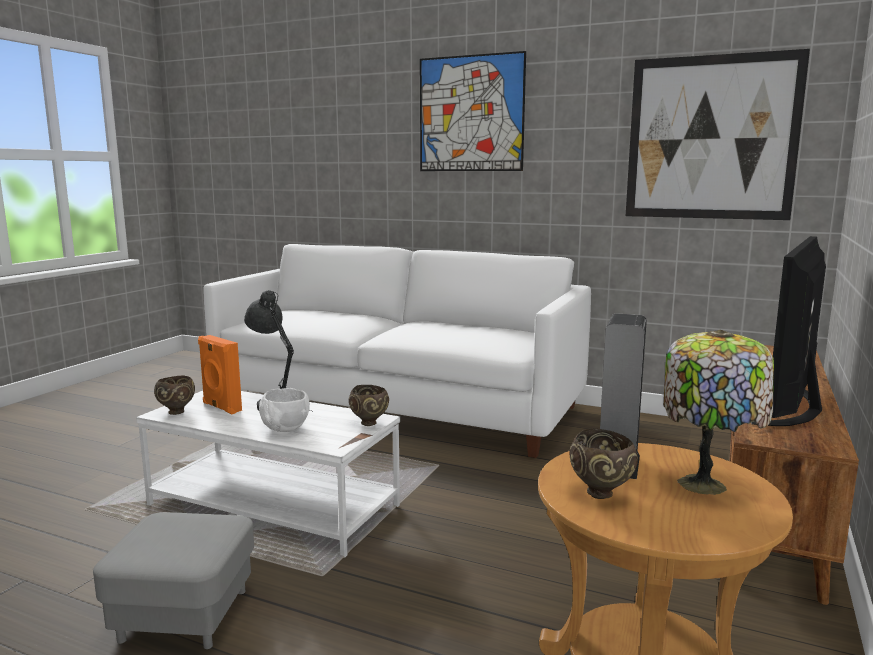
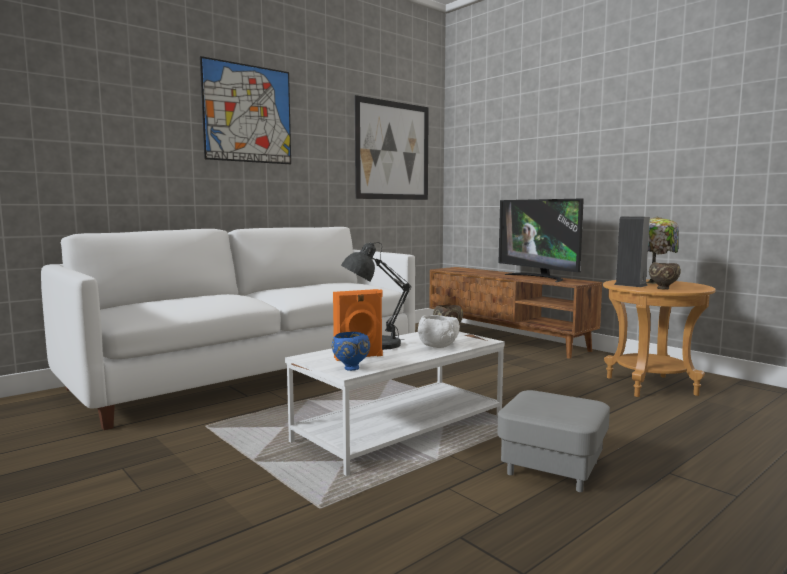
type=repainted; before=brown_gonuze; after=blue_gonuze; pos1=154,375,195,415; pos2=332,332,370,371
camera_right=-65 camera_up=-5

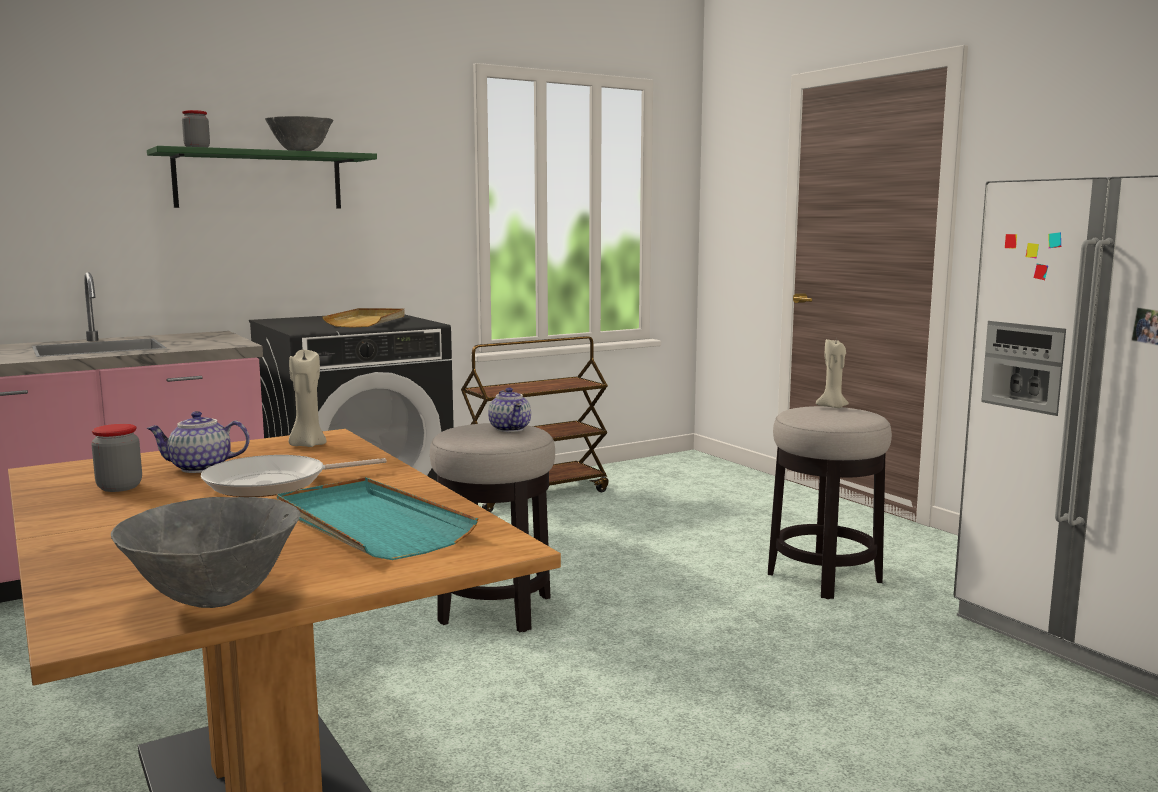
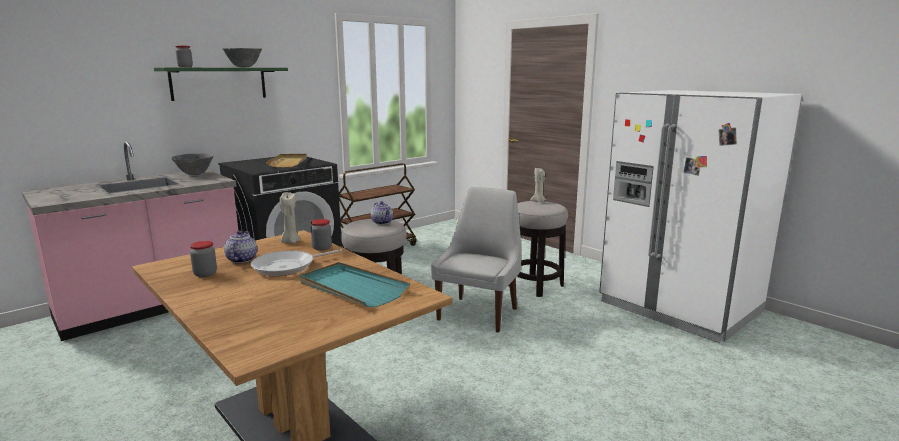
type=shifted; before=grey_gonuze; pos1=111,497,300,608; pos2=171,153,214,175
type=rotated; before=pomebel; pos1=146,411,249,473; pos2=224,231,257,263; turn=105
type=new; after=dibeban; pos2=311,219,332,251
type=new; after=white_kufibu; pos2=431,187,522,333
camera_right=-10 camera_up=5

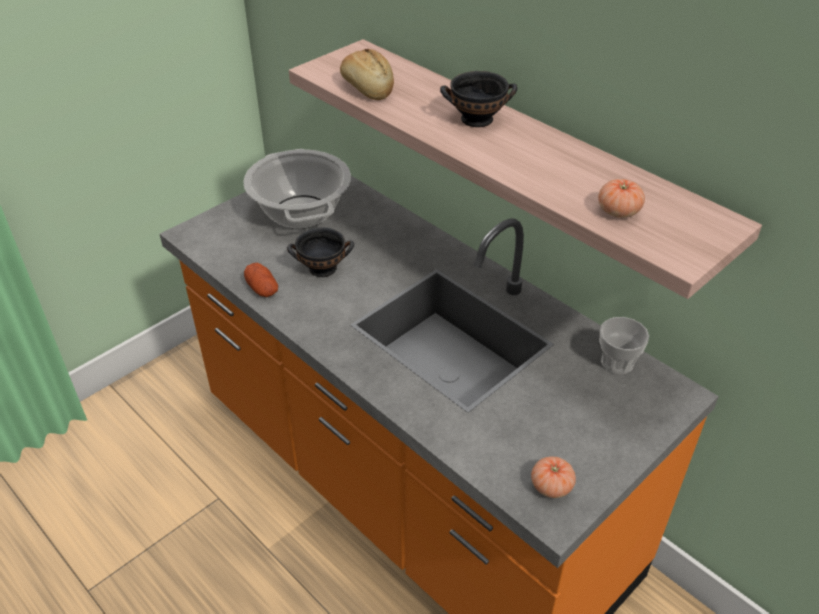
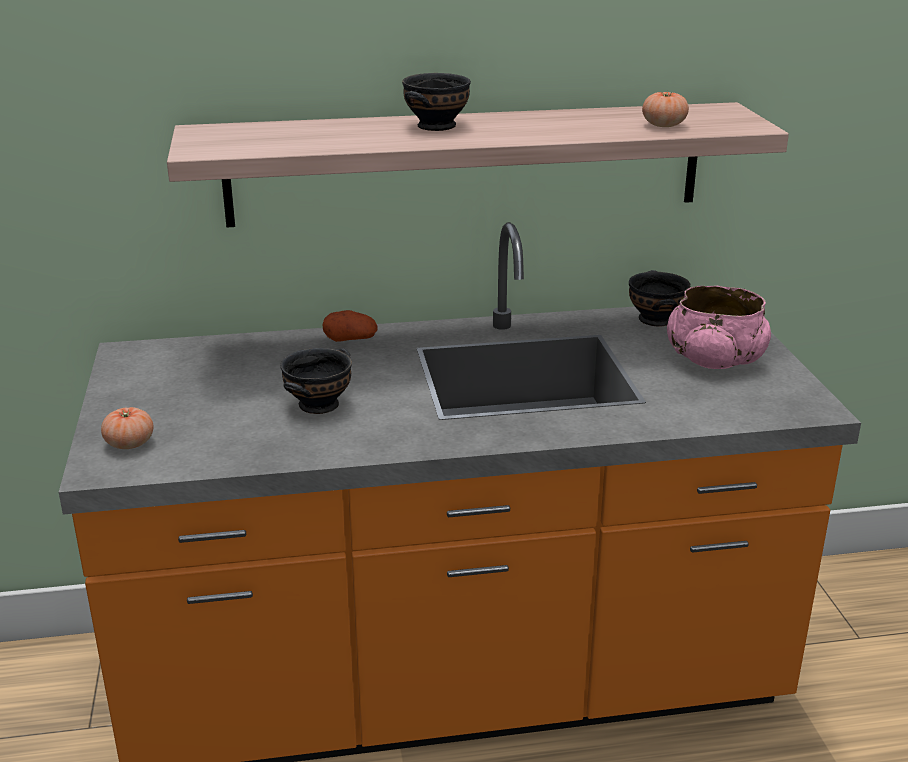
type=gone; before=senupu; pos1=243,149,351,229
type=shifted; before=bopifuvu; pos1=244,263,278,297; pos2=323,310,378,342
type=gone; before=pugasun; pos1=340,49,394,100
type=shifted; before=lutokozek; pos1=531,456,576,498; pos2=101,407,153,449
type=swapped; before=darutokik; after=black_gonuze; pos1=600,317,649,374; pos2=629,270,690,327
type=new; after=pink_gonuze; pos2=667,286,771,369
camera_right=-55 camera_up=-15

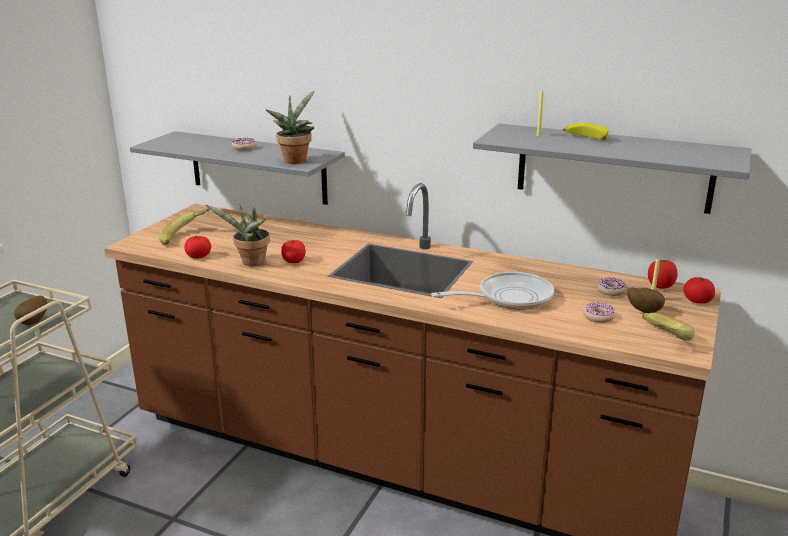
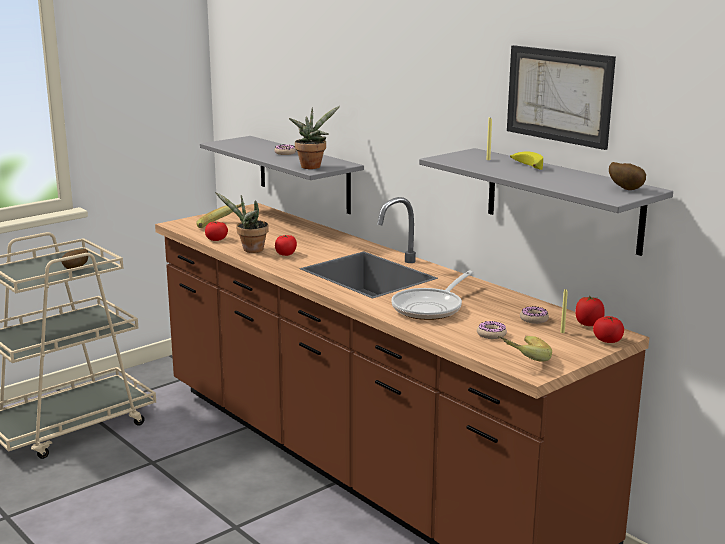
type=rotated; before=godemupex; pos1=431,272,554,310; pos2=391,271,473,320; turn=120
type=shifted; before=bopifuvu; pos1=628,287,665,313; pos2=609,162,646,190
type=new; after=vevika; pos2=507,45,616,150
camera_right=25 camera_up=-5

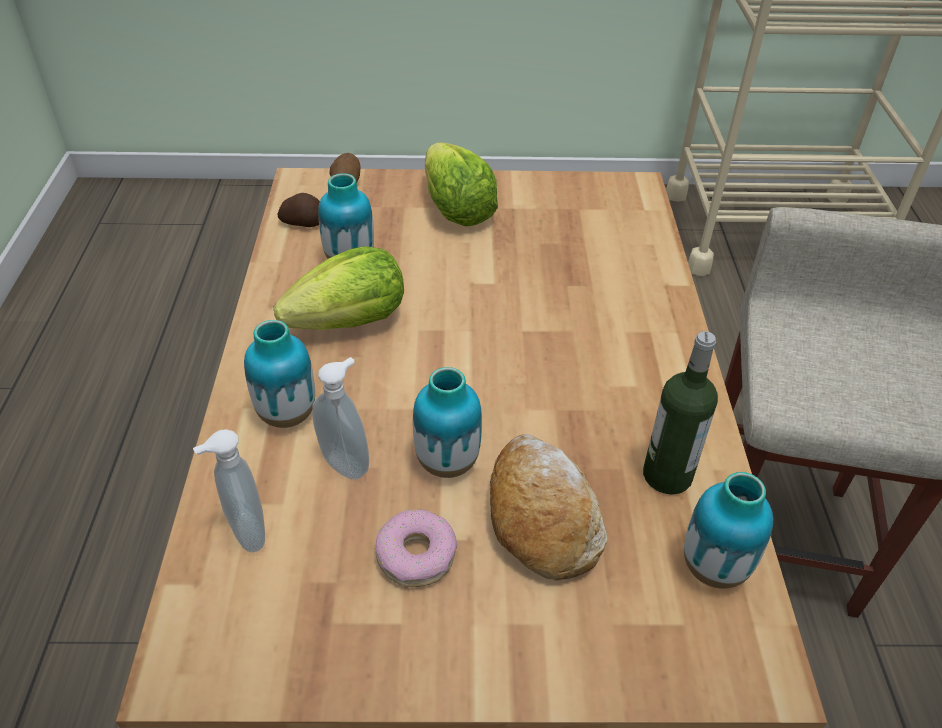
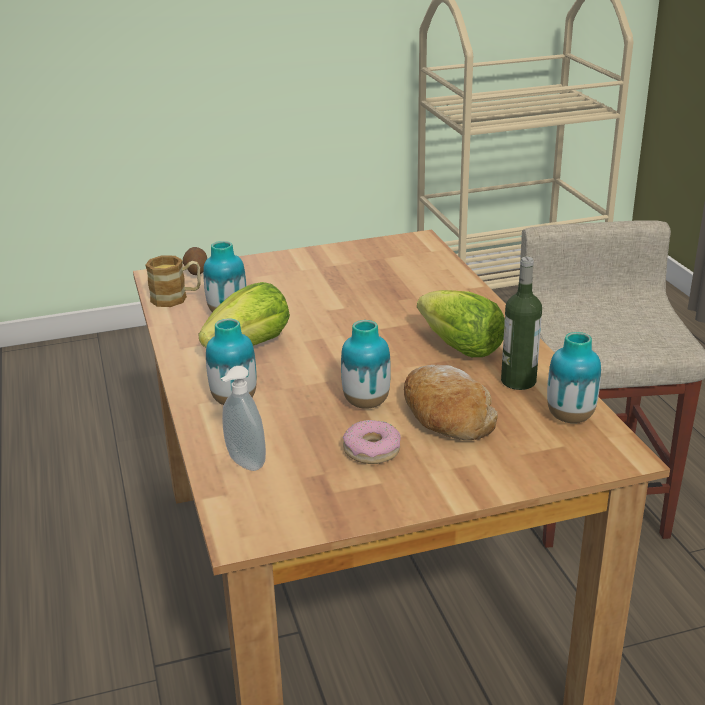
type=swapped; before=bopifuvu; after=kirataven; pos1=277,193,320,227; pos2=146,255,201,307
type=gone; before=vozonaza; pos1=312,357,369,480
type=shifted; before=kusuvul; pos1=425,142,498,226; pos2=417,290,505,357
camera_right=-15 camera_up=-15

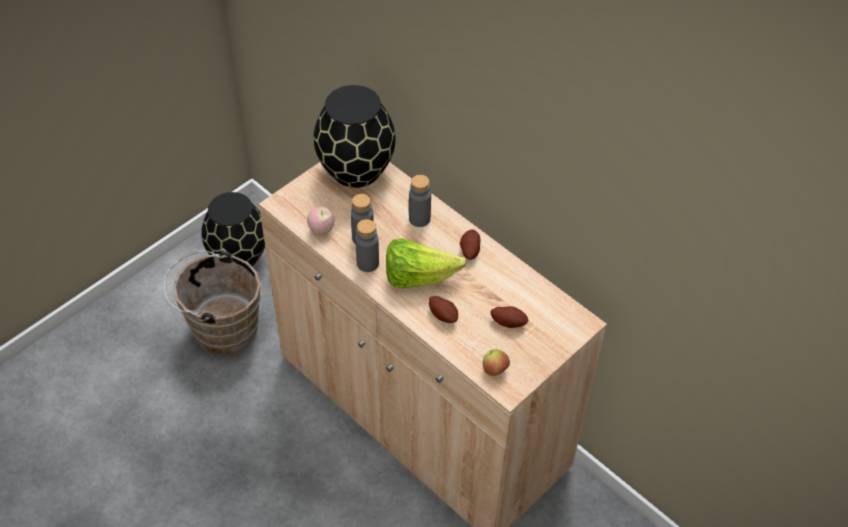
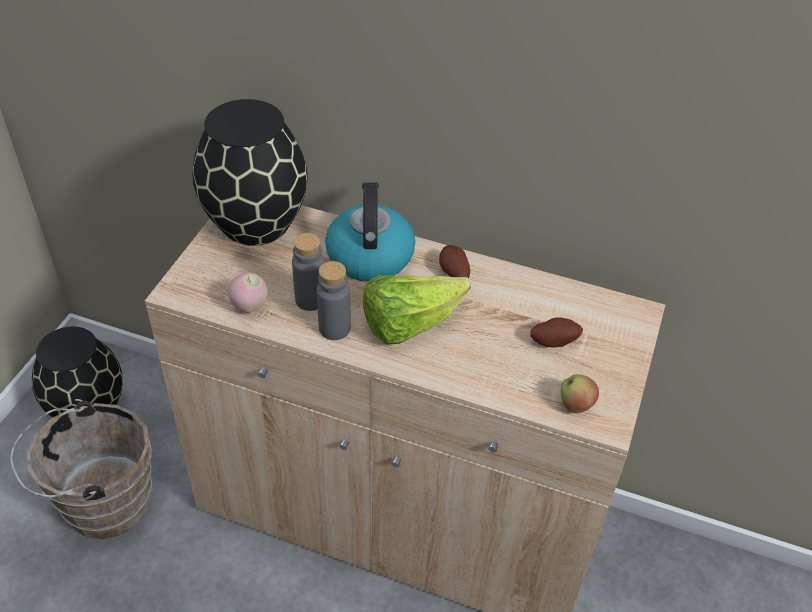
type=swapped; before=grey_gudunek; after=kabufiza; pos1=409,175,431,227; pos2=325,181,415,282
type=gone; before=bopifuvu; pos1=429,296,458,323
camera_right=-25 camera_up=-5

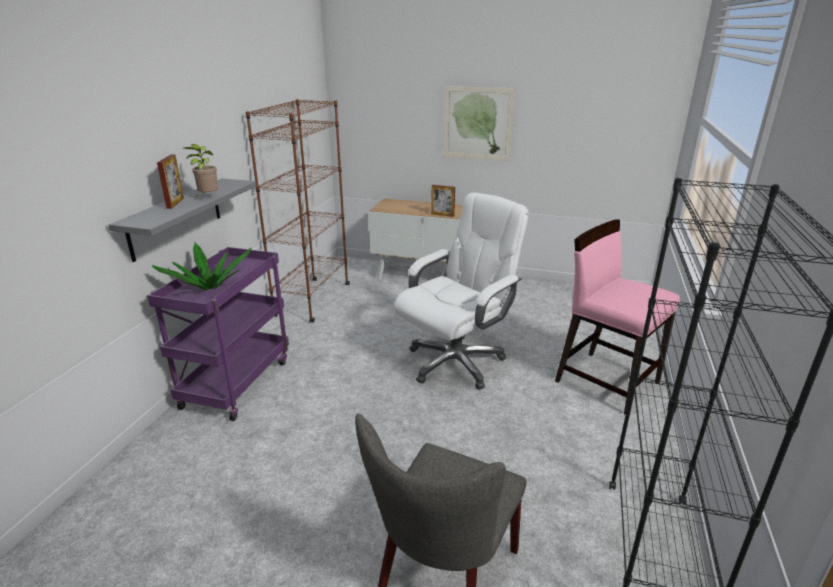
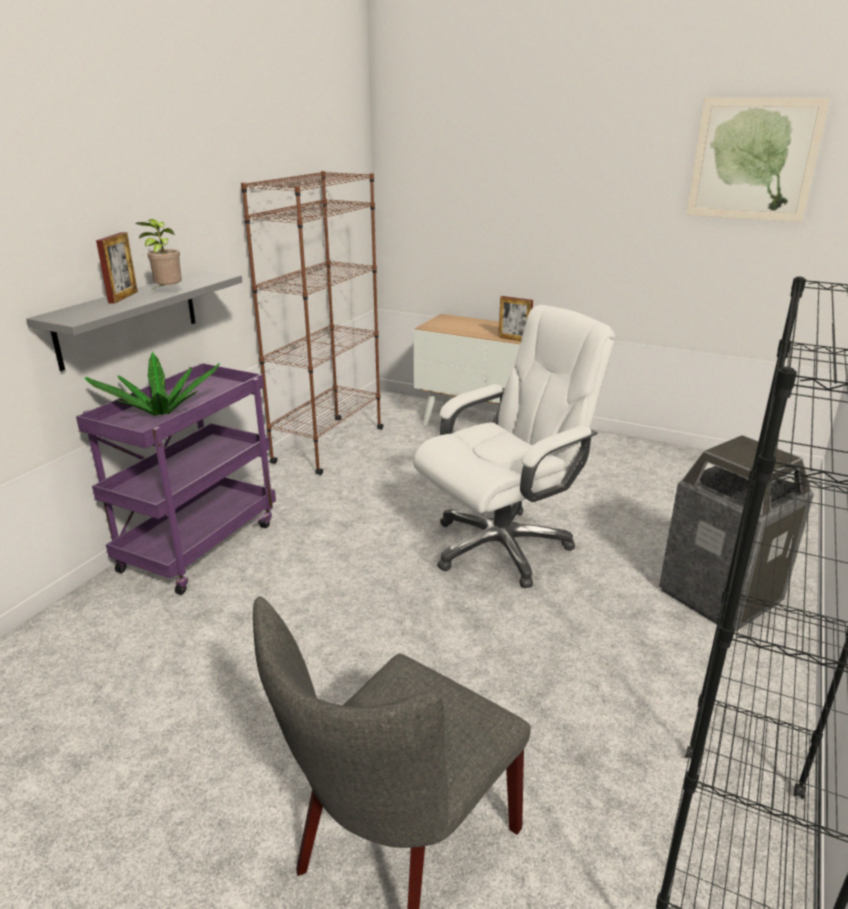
type=shifted; before=vevika; pos1=443,86,515,161; pos2=686,98,830,222
type=swapped; before=pink_kufibu; after=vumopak; pos1=555,219,680,415; pos2=659,435,814,632
camera_right=10 camera_up=0

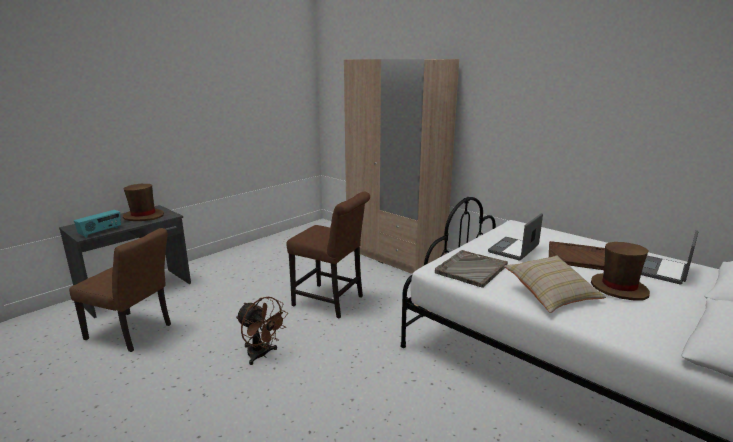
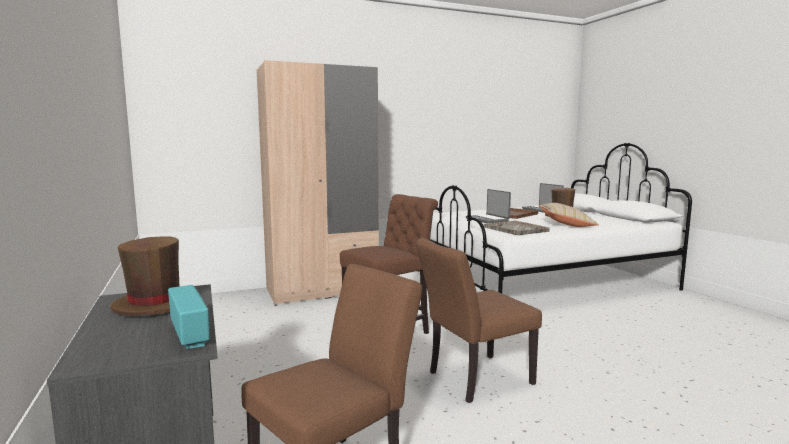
type=swapped; before=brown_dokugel; after=brown_kufibu; pos1=236,297,288,365; pos2=416,238,542,403
camera_right=-65 camera_up=-10

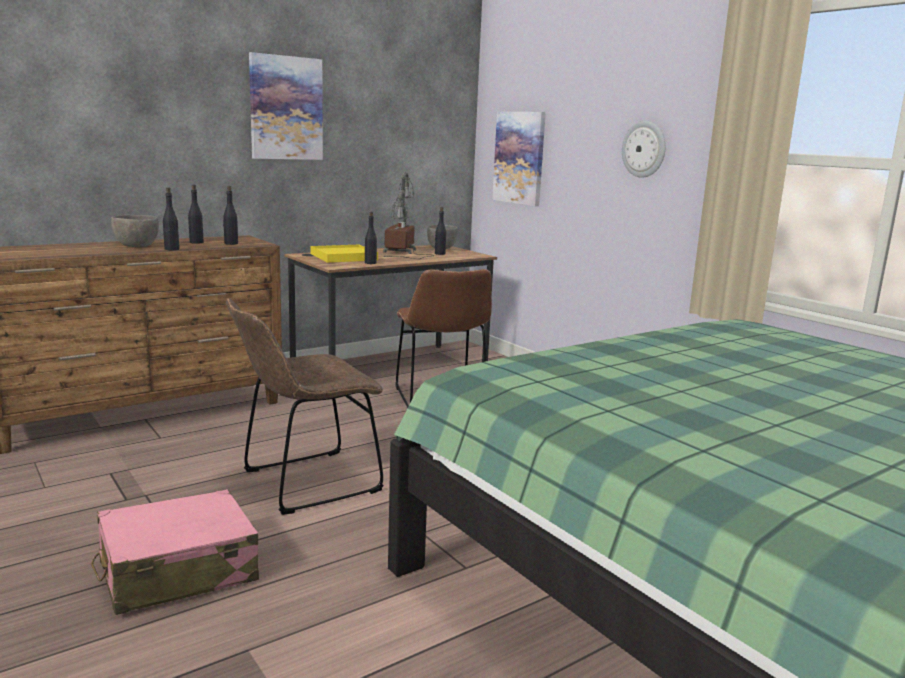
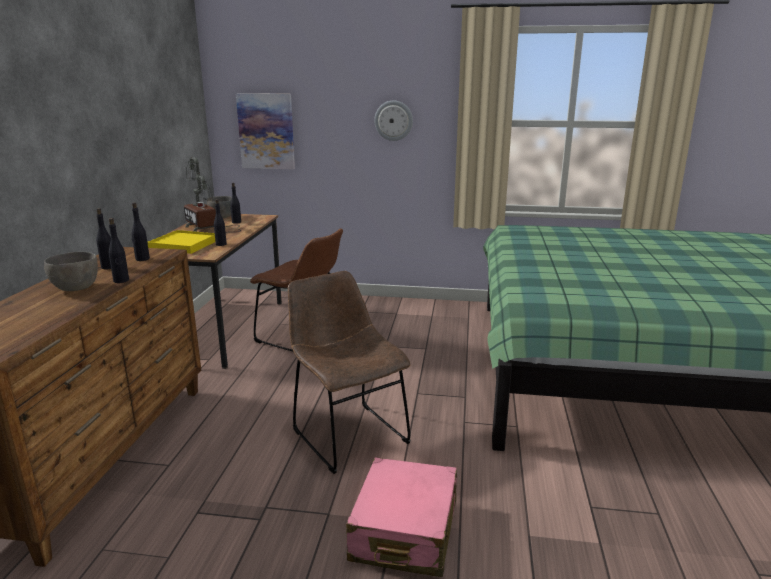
type=rotated; before=brown_kufibu; pos1=226,298,384,515; pos2=288,271,411,474; turn=135
type=gone; before=vevika; pos1=249,52,323,160
camera_right=-45 camera_up=5

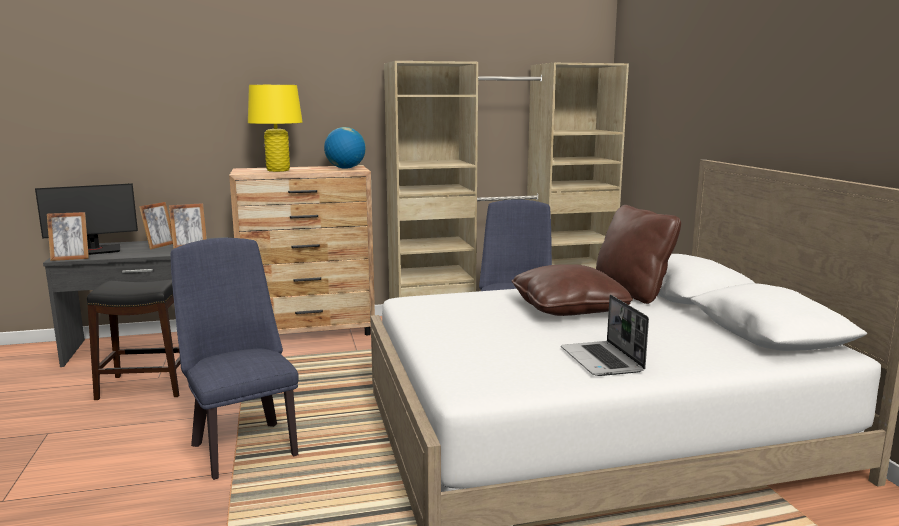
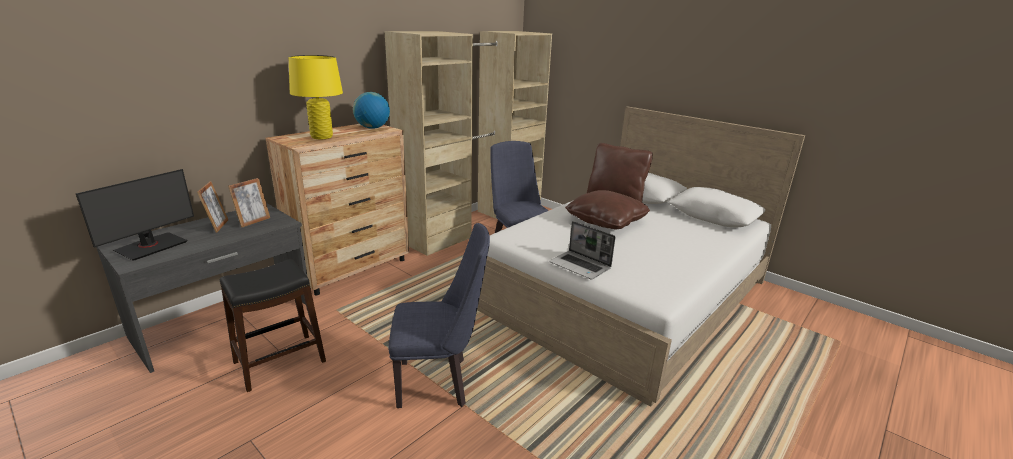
type=gone; before=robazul; pos1=47,212,89,261
type=rotated; before=blue_kufibu; pos1=171,238,299,480; pos2=389,223,490,408; turn=150
type=shifted; before=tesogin; pos1=561,295,649,376; pos2=550,221,616,279
camera_right=-35 camera_up=10

